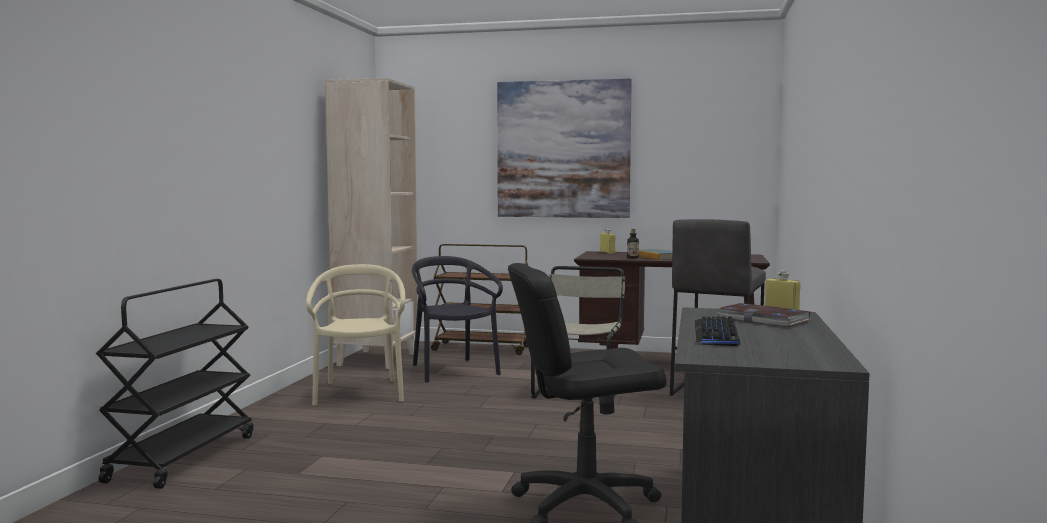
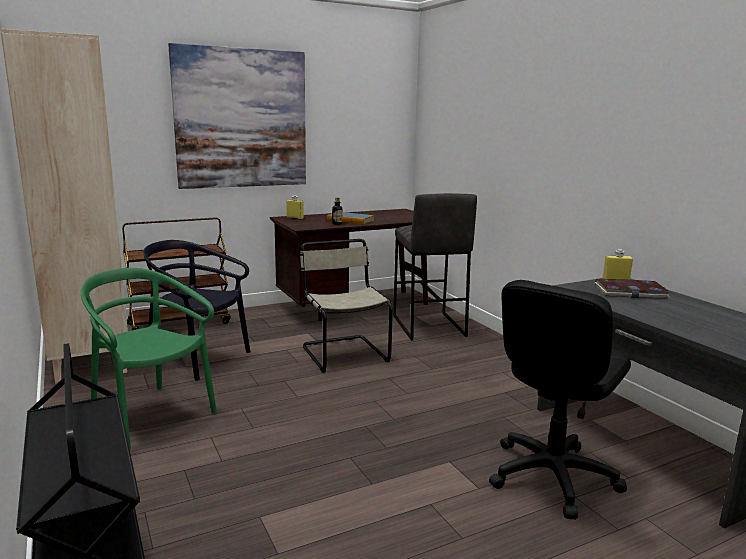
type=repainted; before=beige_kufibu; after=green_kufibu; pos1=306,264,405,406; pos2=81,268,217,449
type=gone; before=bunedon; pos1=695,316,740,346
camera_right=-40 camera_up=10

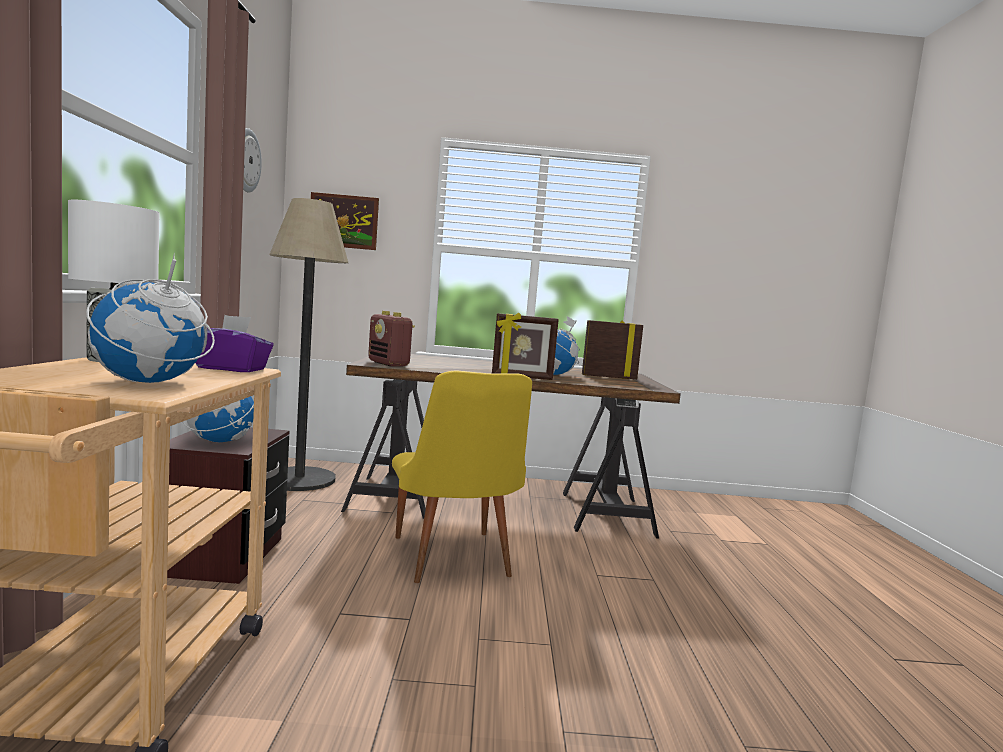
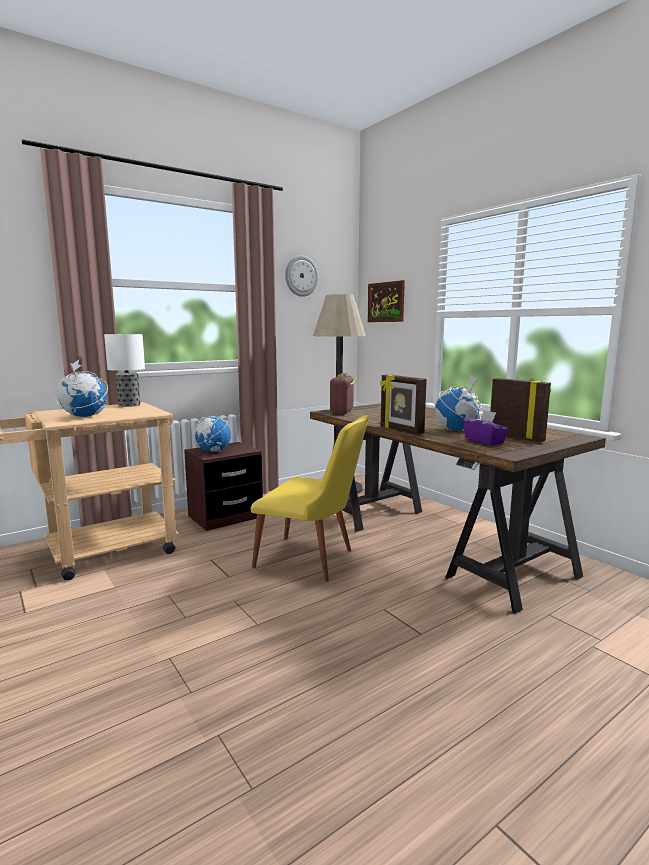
type=shifted; before=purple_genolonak; pos1=196,315,274,372; pos2=463,410,509,446
type=rotated; before=yellow_kufibu; pos1=392,371,532,583; pos2=251,415,369,581; turn=-105
camera_right=55 camera_up=5

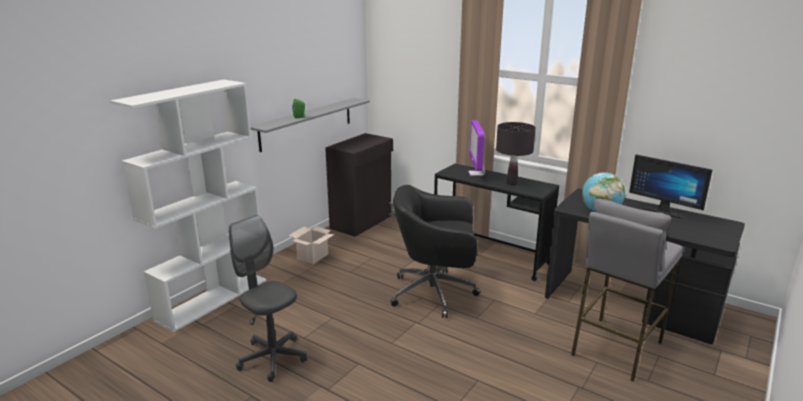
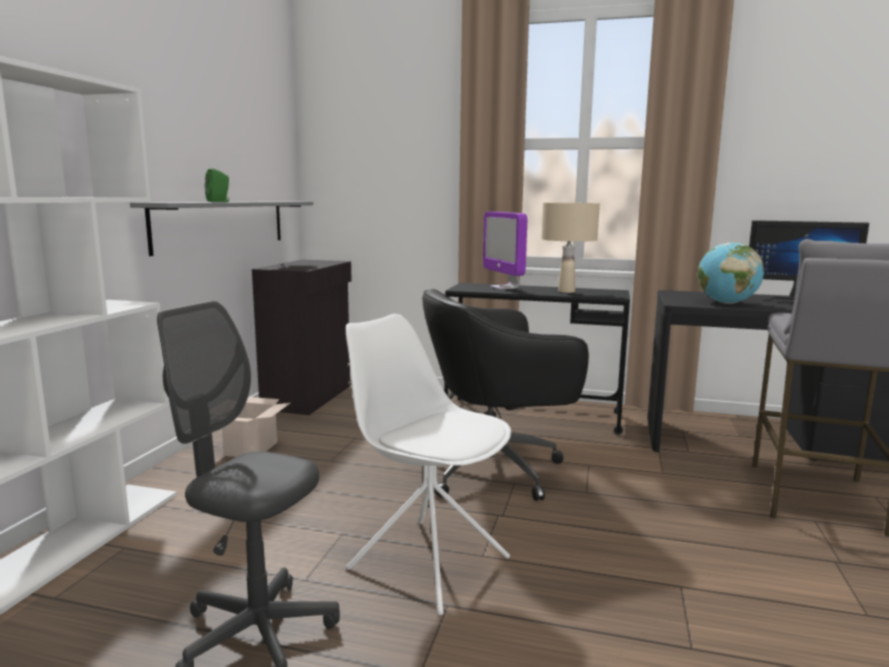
type=repainted; before=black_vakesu; after=beige_vakesu; pos1=496,122,536,185; pos2=542,203,600,293
type=new; after=white_kufibu; pos2=346,314,511,615
camera_right=-20 camera_up=-10

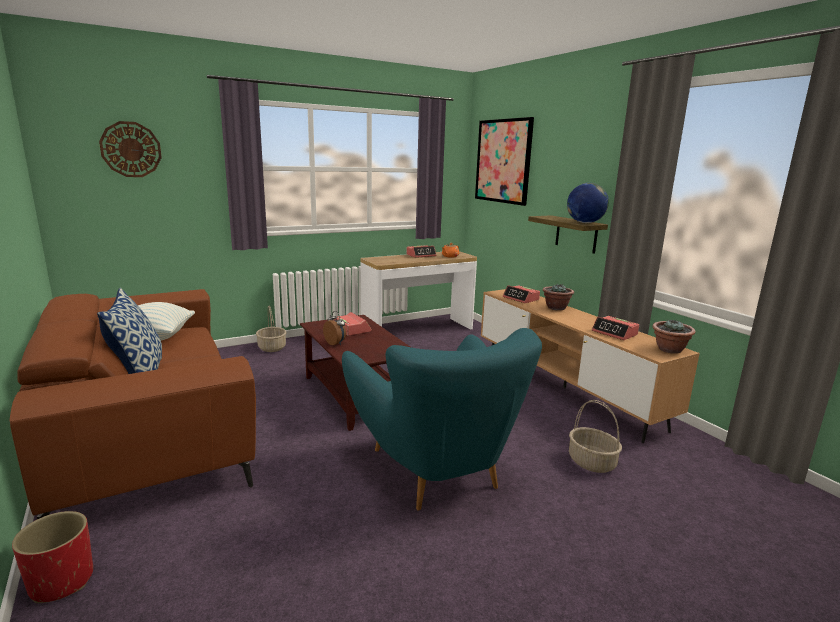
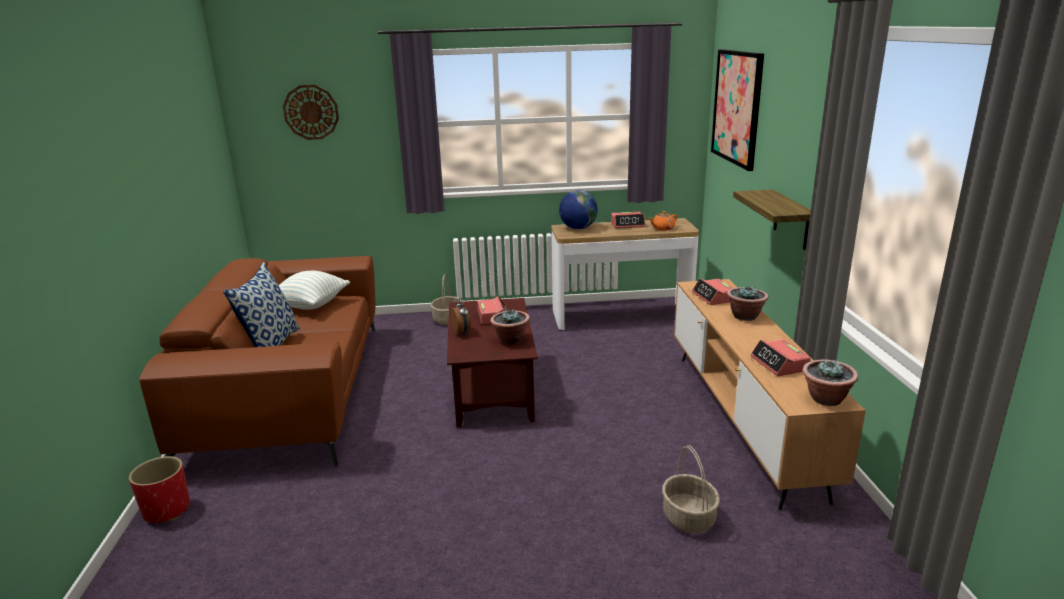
type=gone; before=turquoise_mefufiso; pos1=342,328,542,511
type=shifted; before=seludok; pos1=567,183,609,223; pos2=559,191,598,229
type=new; after=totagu; pos2=490,309,530,345
camera_right=25 camera_up=5

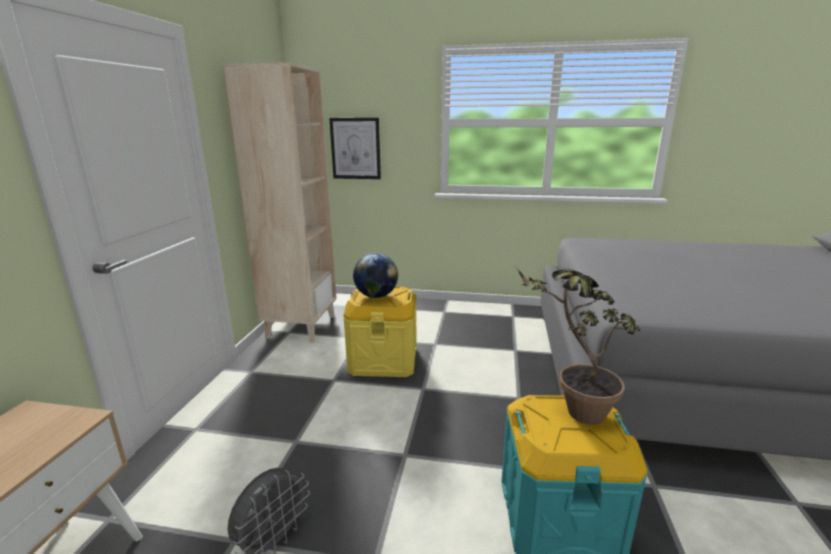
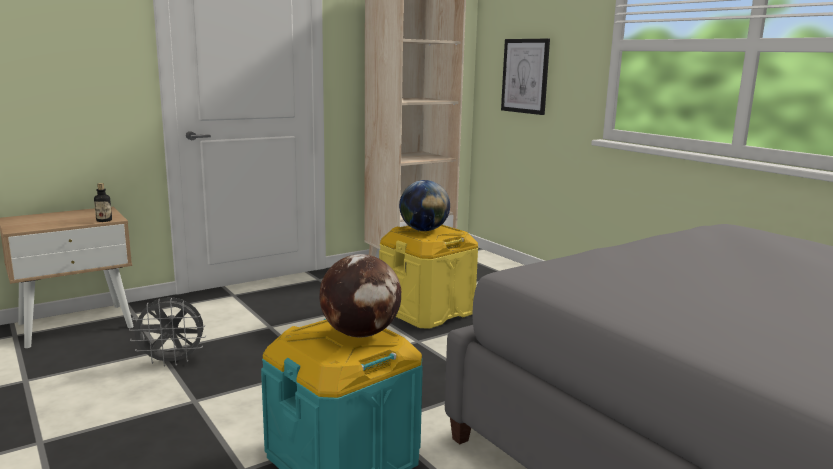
type=swapped; before=totagu; after=seludok; pos1=515,266,641,425; pos2=319,254,402,337
type=new; after=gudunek; pos2=94,183,112,222
camera_right=45 camera_up=-5

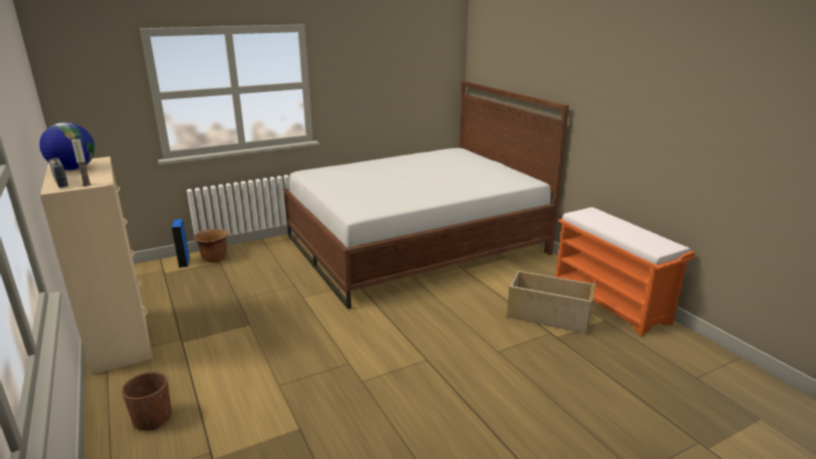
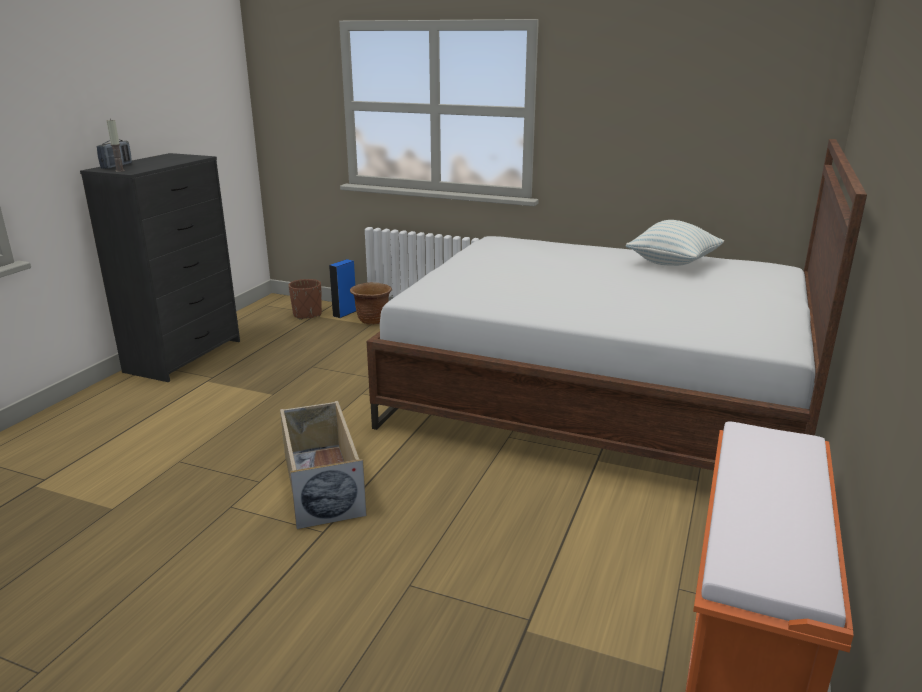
type=gone; before=seludok; pos1=39,122,95,170
type=repainted; before=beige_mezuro; after=black_mezuro; pos1=40,157,152,375; pos2=80,153,240,382
type=shifted; before=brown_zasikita; pos1=122,372,172,430; pos2=288,279,322,320
type=shifted; before=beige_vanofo; pos1=507,270,596,335; pos2=280,401,367,529
type=new; after=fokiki; pos2=626,220,724,266
camera_right=50 camera_up=0

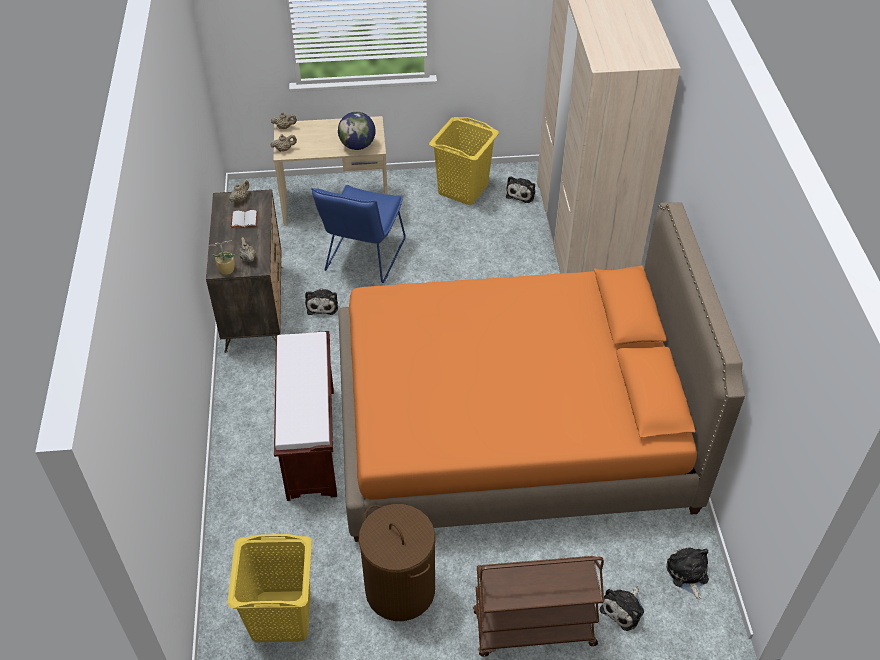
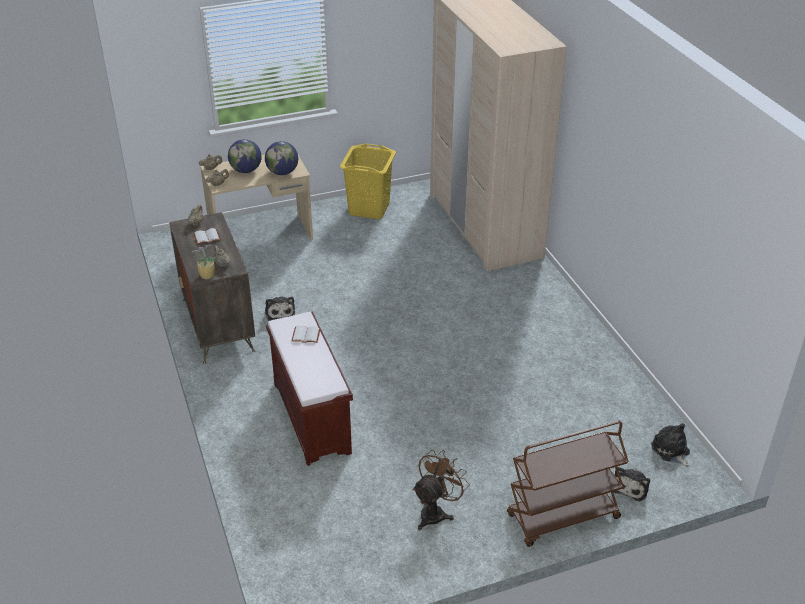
type=gone; before=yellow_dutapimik; pos1=227,534,312,642
type=gone; before=blue_kufibu; pos1=311,185,406,283
type=gone; before=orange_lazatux; pos1=338,202,745,542
type=swapped; before=brown_dutapimik; after=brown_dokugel; pos1=359,504,436,621; pos2=413,450,470,530
type=gone; before=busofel; pos1=506,176,535,203
type=new; after=seludok; pos2=228,139,262,173
type=new; after=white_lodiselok; pos2=292,326,321,343
camera_right=-15 camera_up=-10

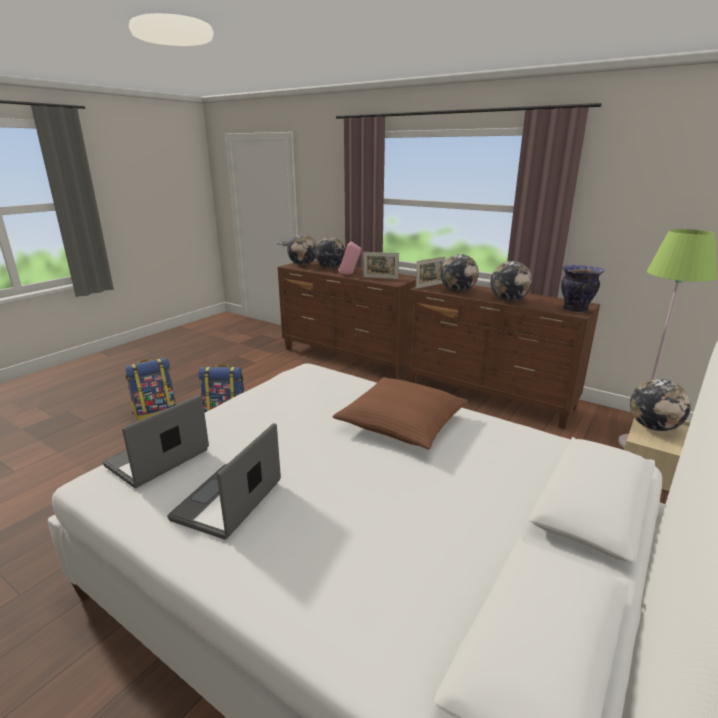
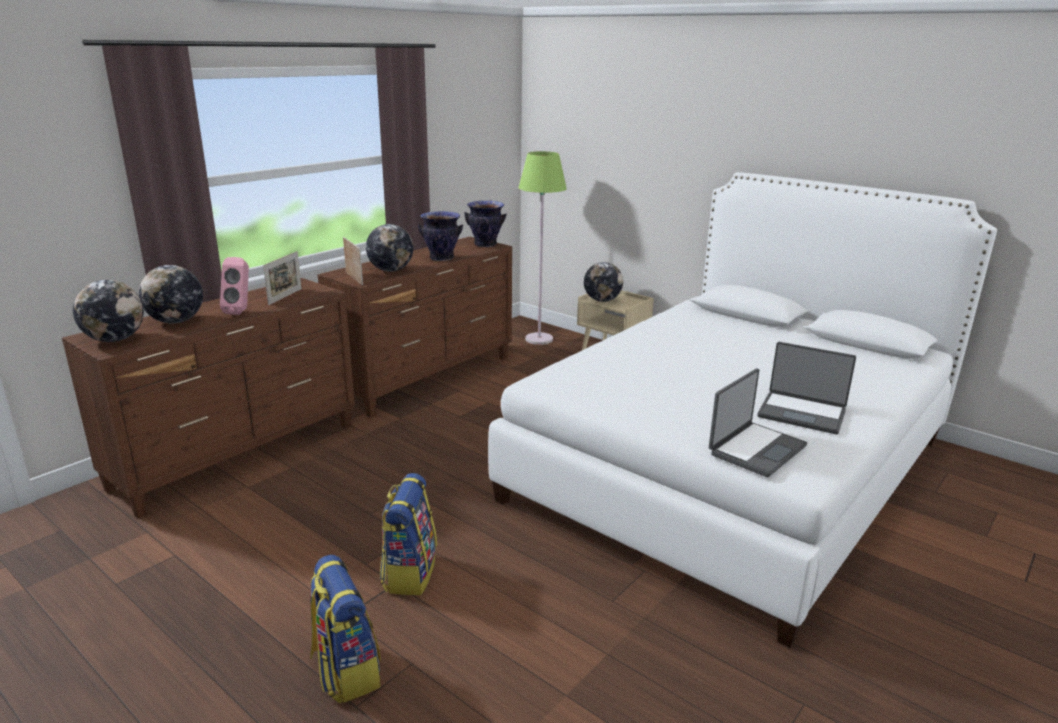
type=rotated; before=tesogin; pos1=103,395,209,488; pos2=709,368,807,477; turn=-90
type=gone; before=brown_fokiki; pos1=332,377,468,449
type=swapped; before=seludok; after=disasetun; pos1=491,261,532,301; pos2=418,211,463,261
camera_right=-85 camera_up=0

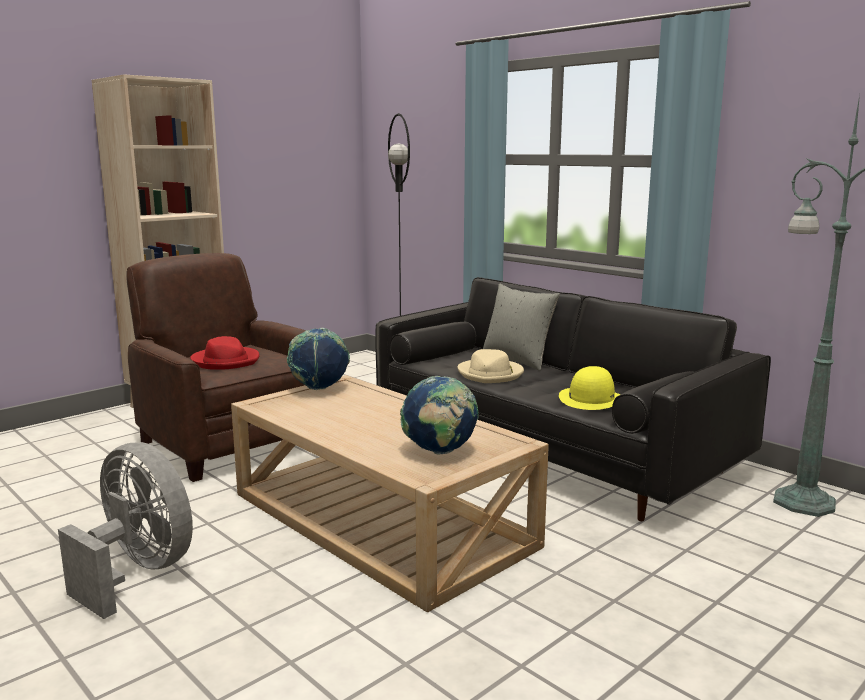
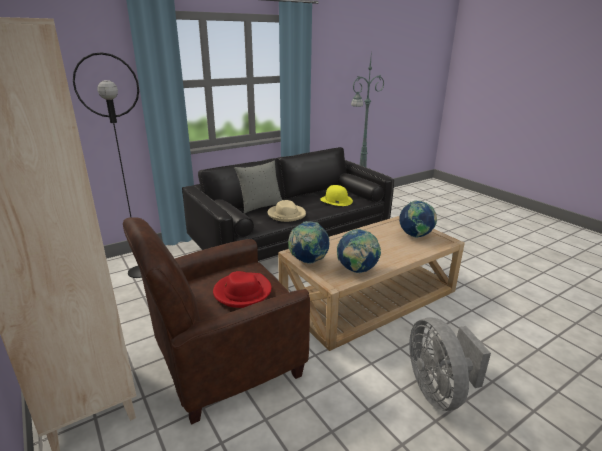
type=rotated; before=grey_dokugel; pos1=58,442,193,619; pos2=409,318,491,411; turn=-60
type=new; after=seludok; pos2=337,229,381,273
camera_right=-80 camera_up=10

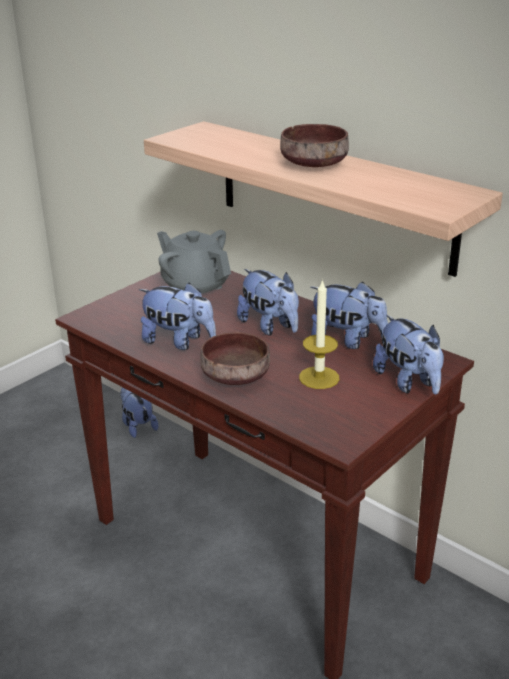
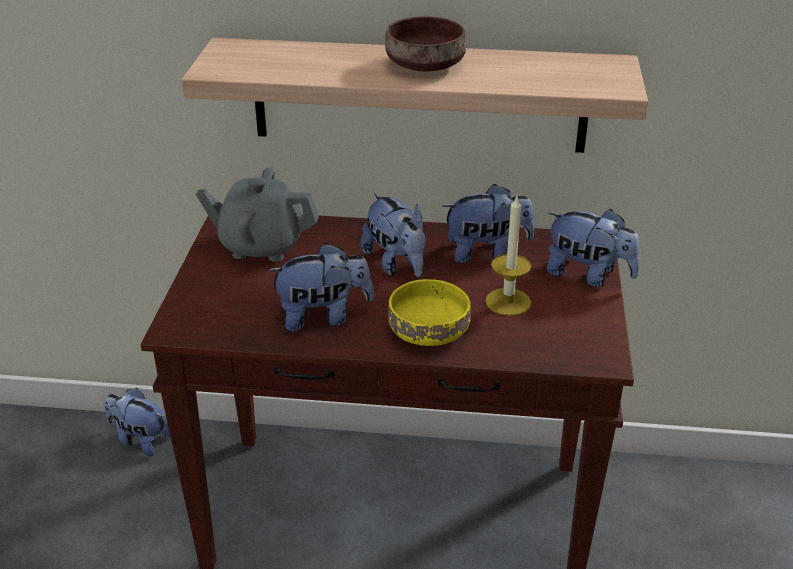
type=repainted; before=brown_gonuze; after=yellow_gonuze; pos1=200,332,270,385; pos2=388,279,471,346
type=rotated; before=busofel; pos1=237,269,299,336; pos2=361,193,426,277; turn=45
camera_right=-35 camera_up=5

